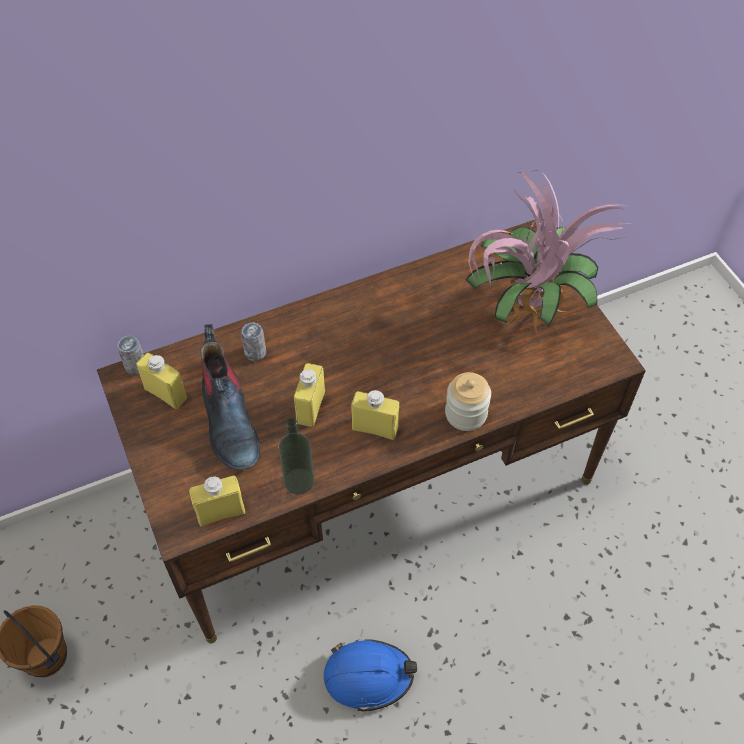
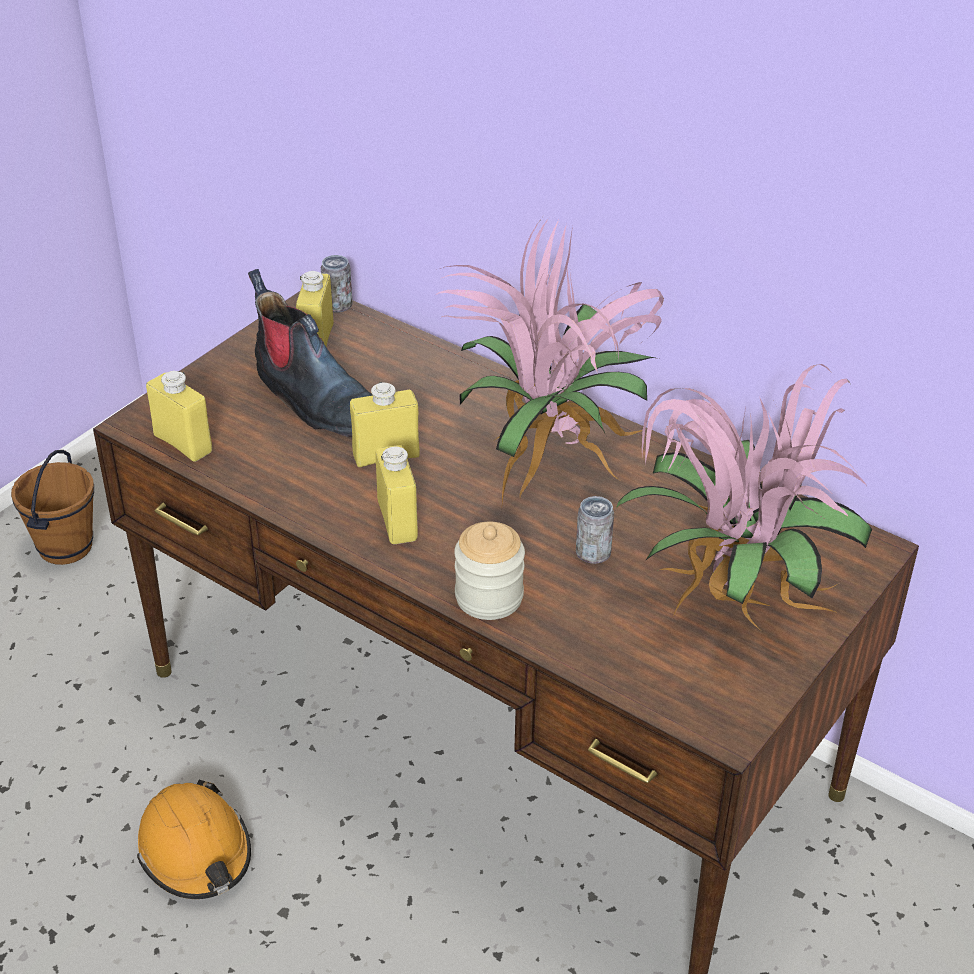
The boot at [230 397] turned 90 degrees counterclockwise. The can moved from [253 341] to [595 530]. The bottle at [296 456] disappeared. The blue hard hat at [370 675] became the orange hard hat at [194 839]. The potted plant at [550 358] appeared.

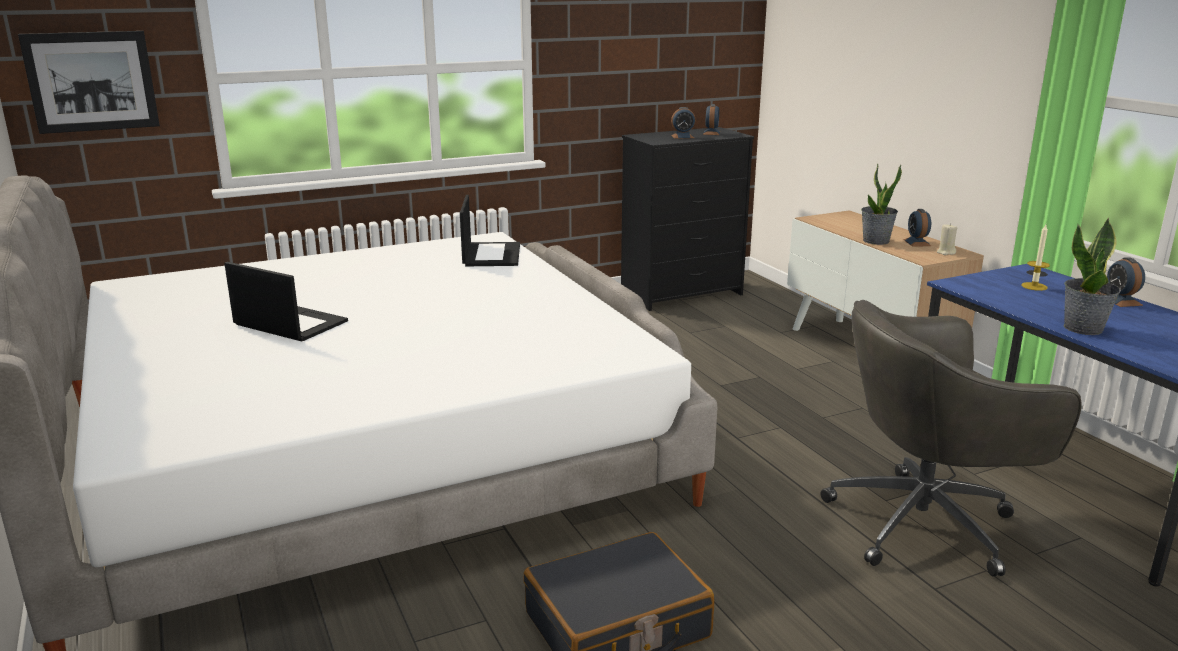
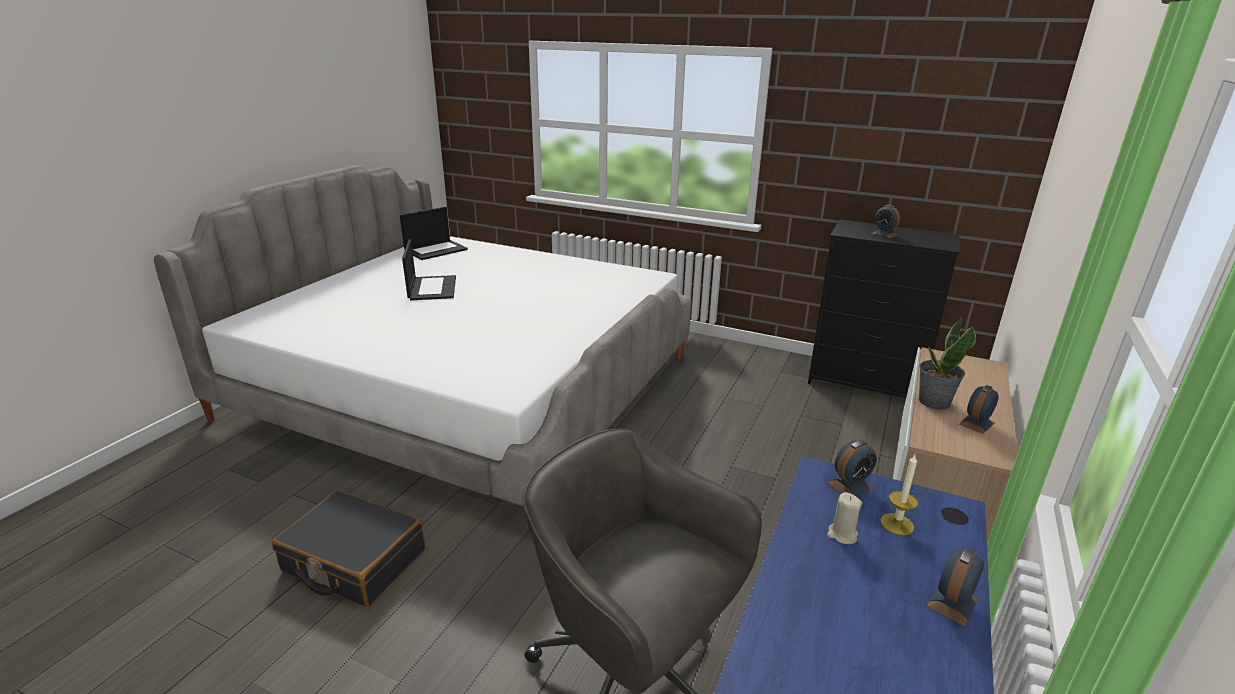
The picture at [89 82] disappeared. The laptop moved from [490 230] to [434 233]. The alarm clock moved from [711 119] to [852 468]. The beige candle moved from [947 239] to [844 518]. The potted plant at [1092 276] disappeared.

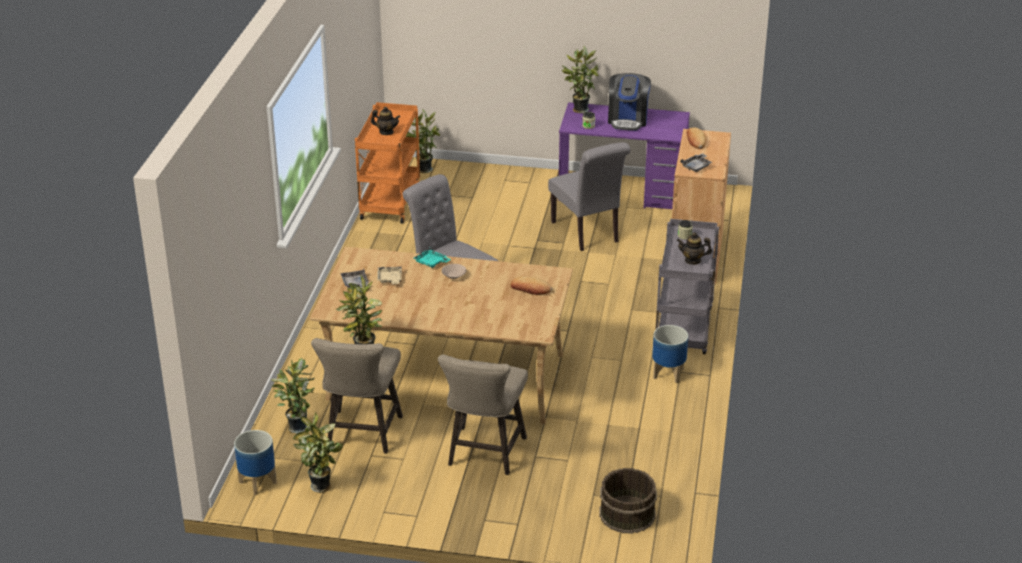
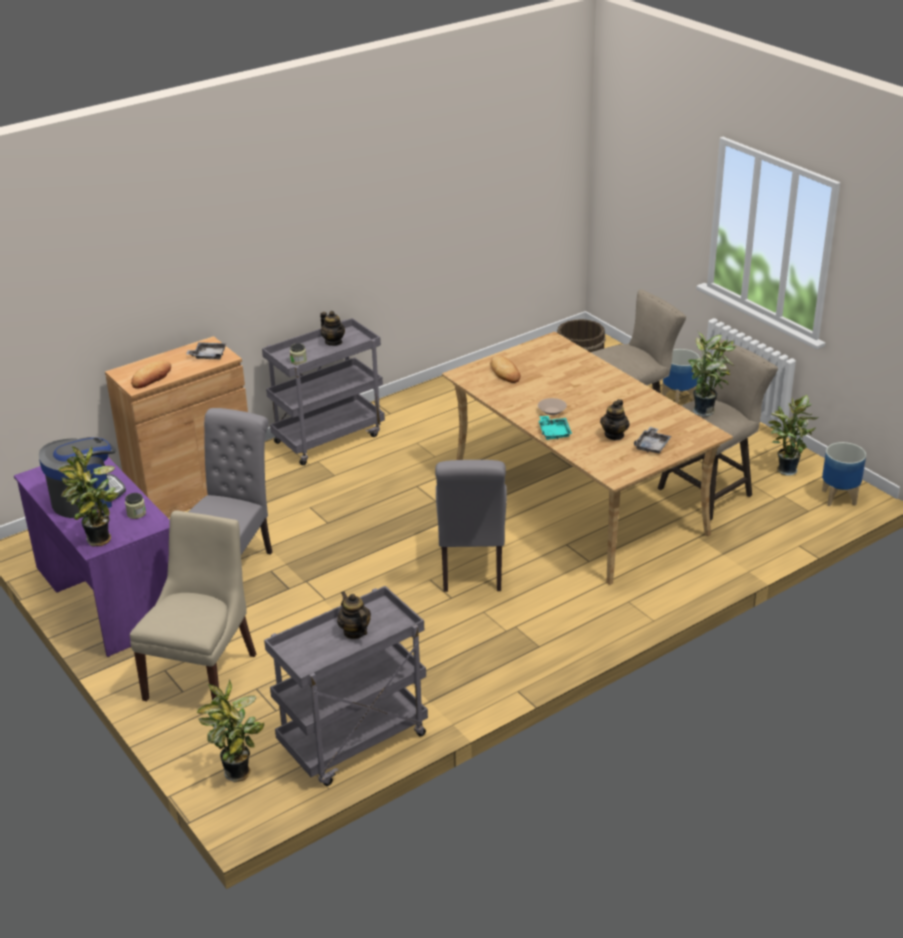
The potted plant at [293 395] disappeared. The orange cart at [387 163] became the grey cart at [346 686]. The beige tray at [389 274] was replaced by the teapot at [615 419]. The planter moved from [670 354] to [681 376]. The beige chair at [193 605] appeared.

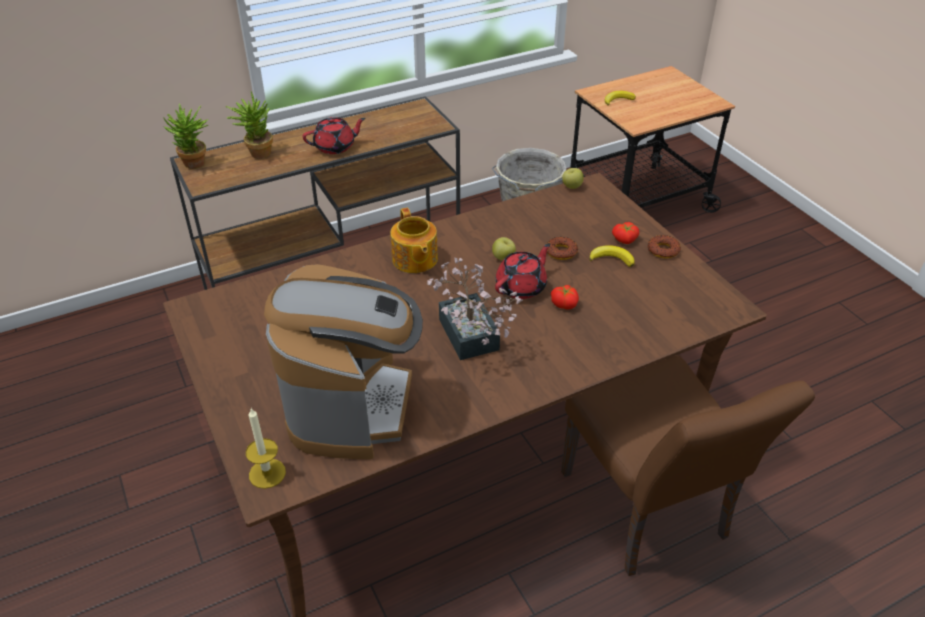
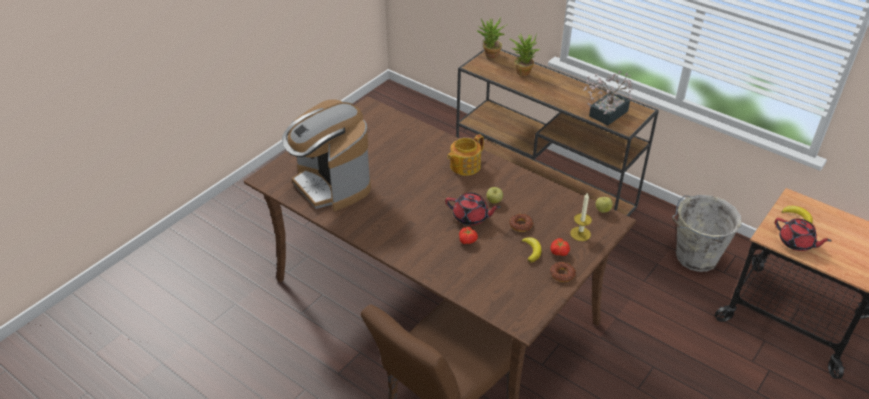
The candle moved from [266 448] to [581 216]. The coffee machine at [343 361] turned 75 degrees clockwise. The red teapot moved from [334 135] to [803 234]. The potted plant moved from [475 308] to [608 98].

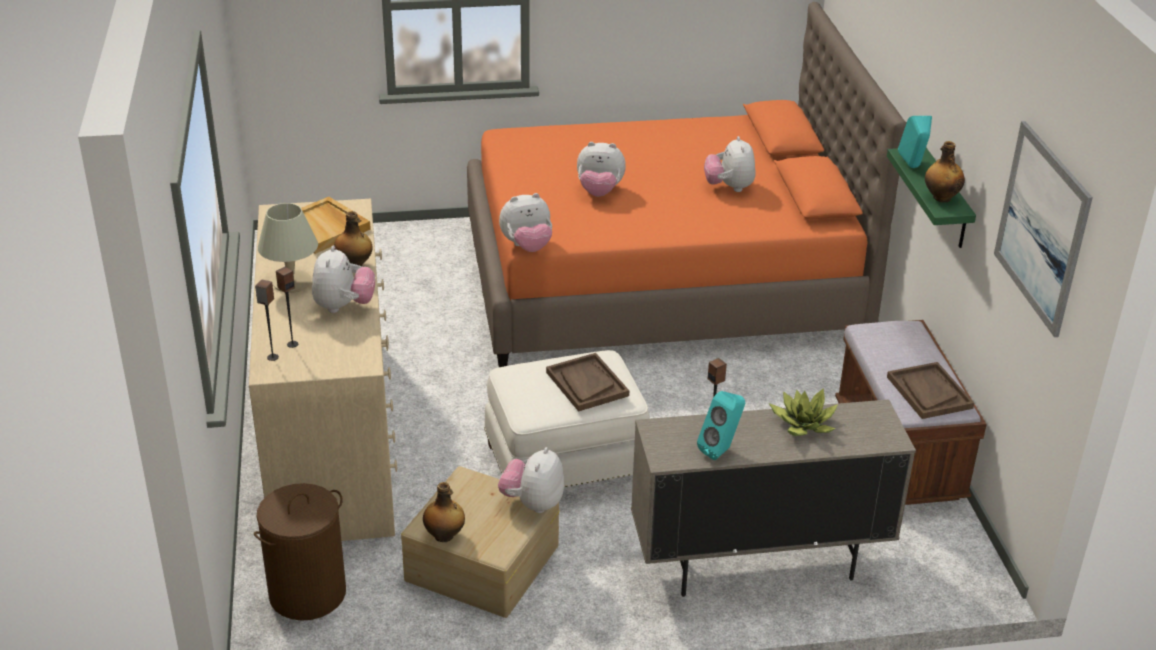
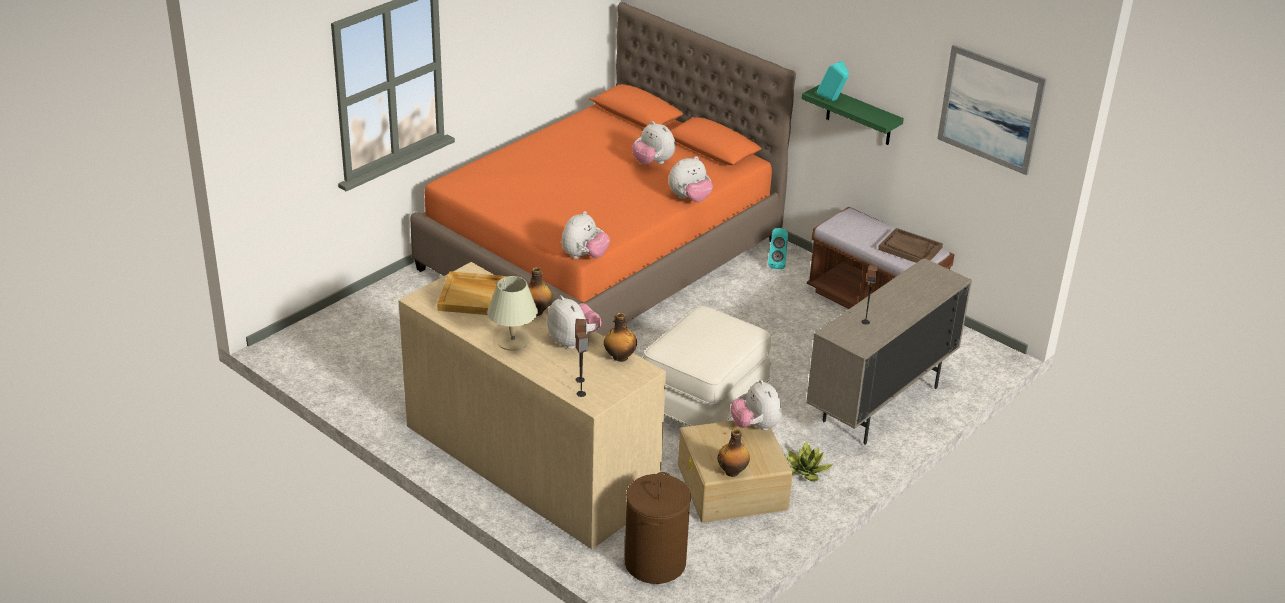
The brown tray at [587 382] disappeared. The plush toy moved from [601 169] to [691 179]. The turquoise speaker moved from [721 425] to [778 248]. The potted plant moved from [803 412] to [810 461]. The bottle moved from [945 172] to [620 337].

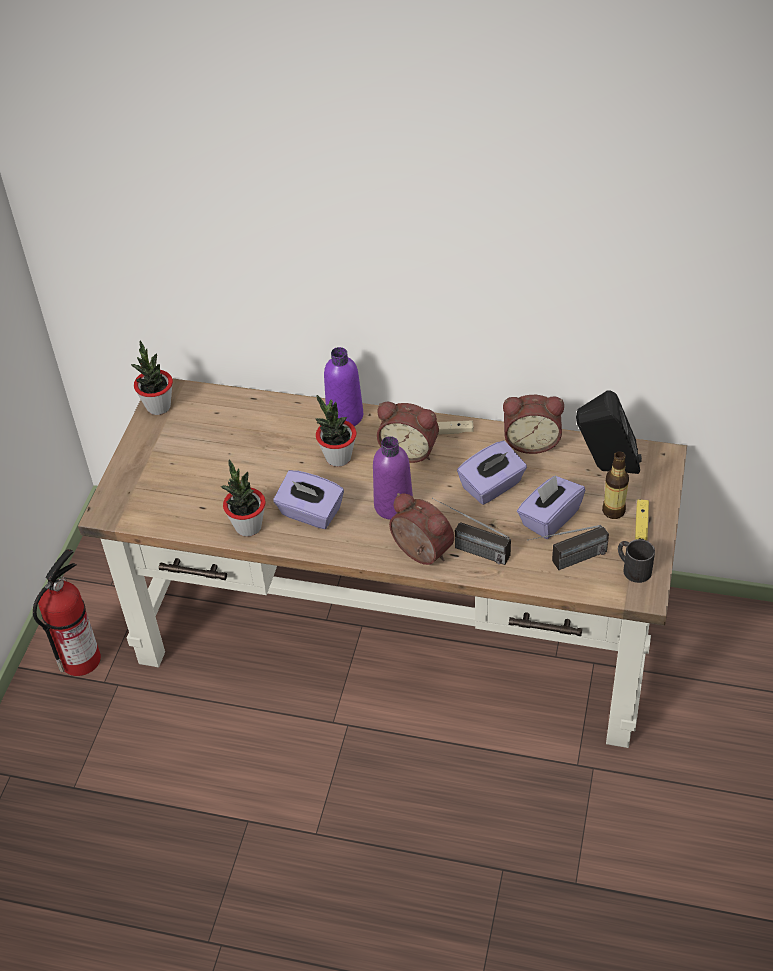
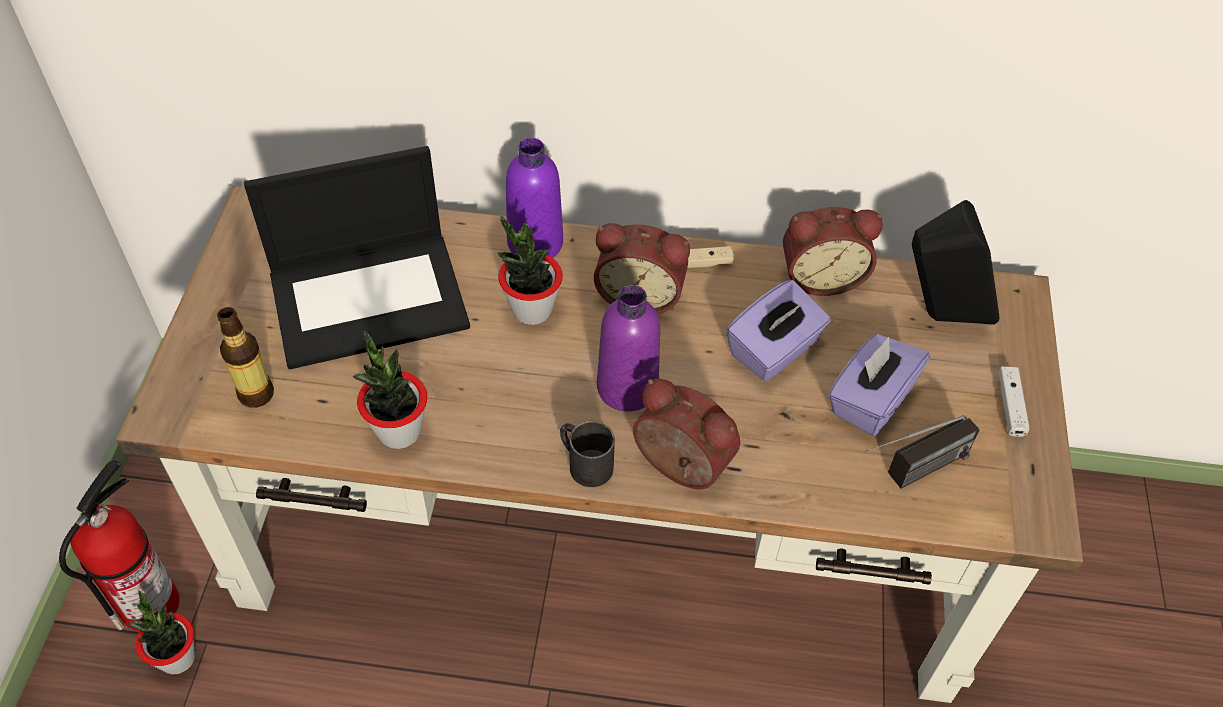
The potted plant moved from [152 377] to [161 632]. The purple tissue box at [308 499] disappeared. The radio at [471 531] disappeared. The bottle moved from [615 485] to [245 357]. The black mug moved from [636 561] to [587 454]. The yellow game controller at [642 520] became the white game controller at [1014 401]. The laptop at [357 257] appeared.

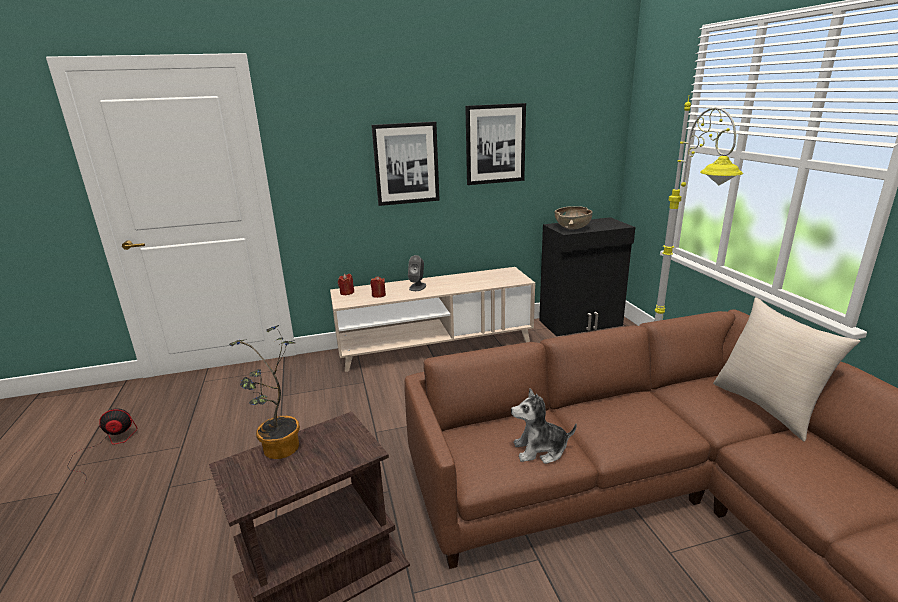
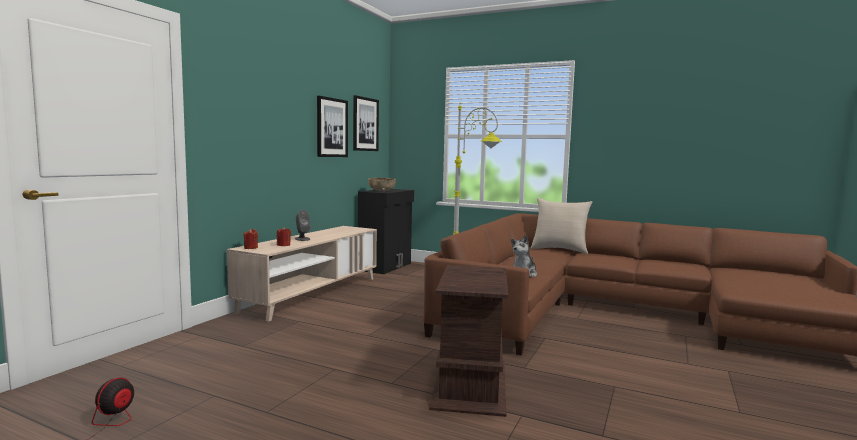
The potted plant at [264 392] disappeared. The picture moved from [405 164] to [366 123].

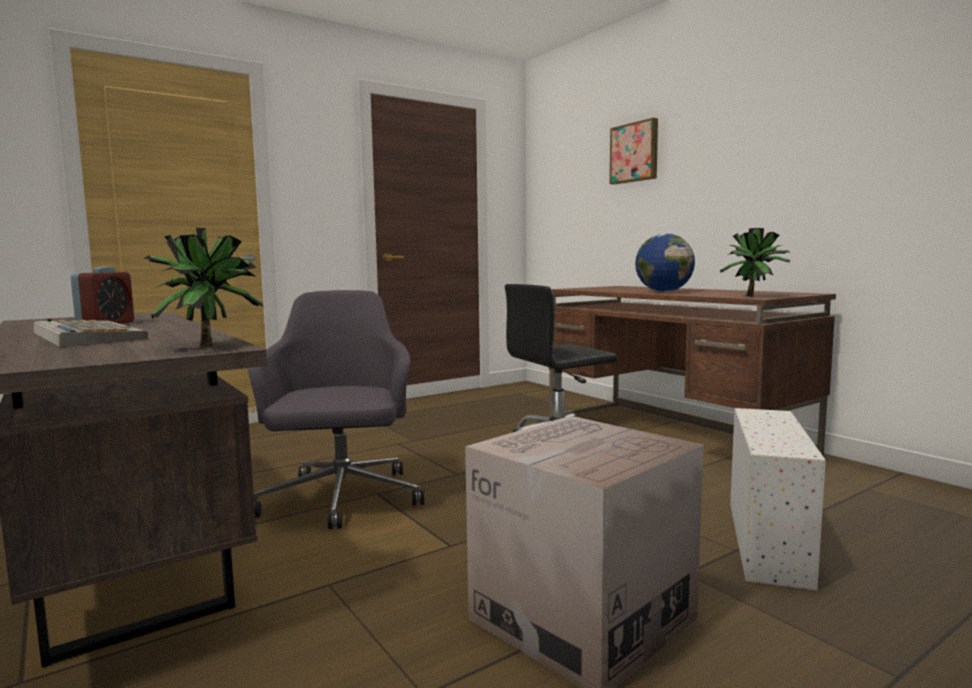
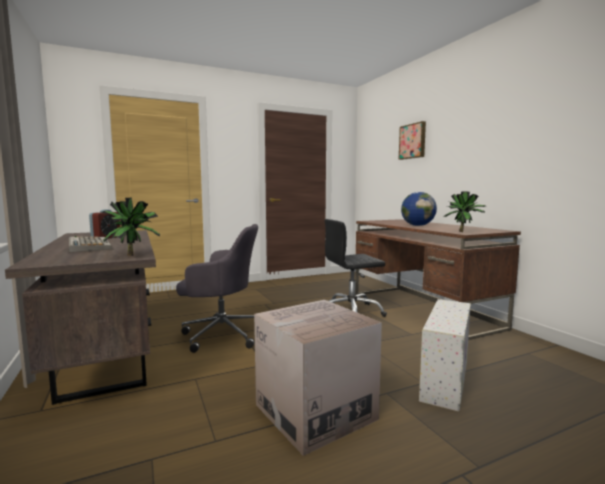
The grey office chair at [336 409] turned 90 degrees clockwise.

